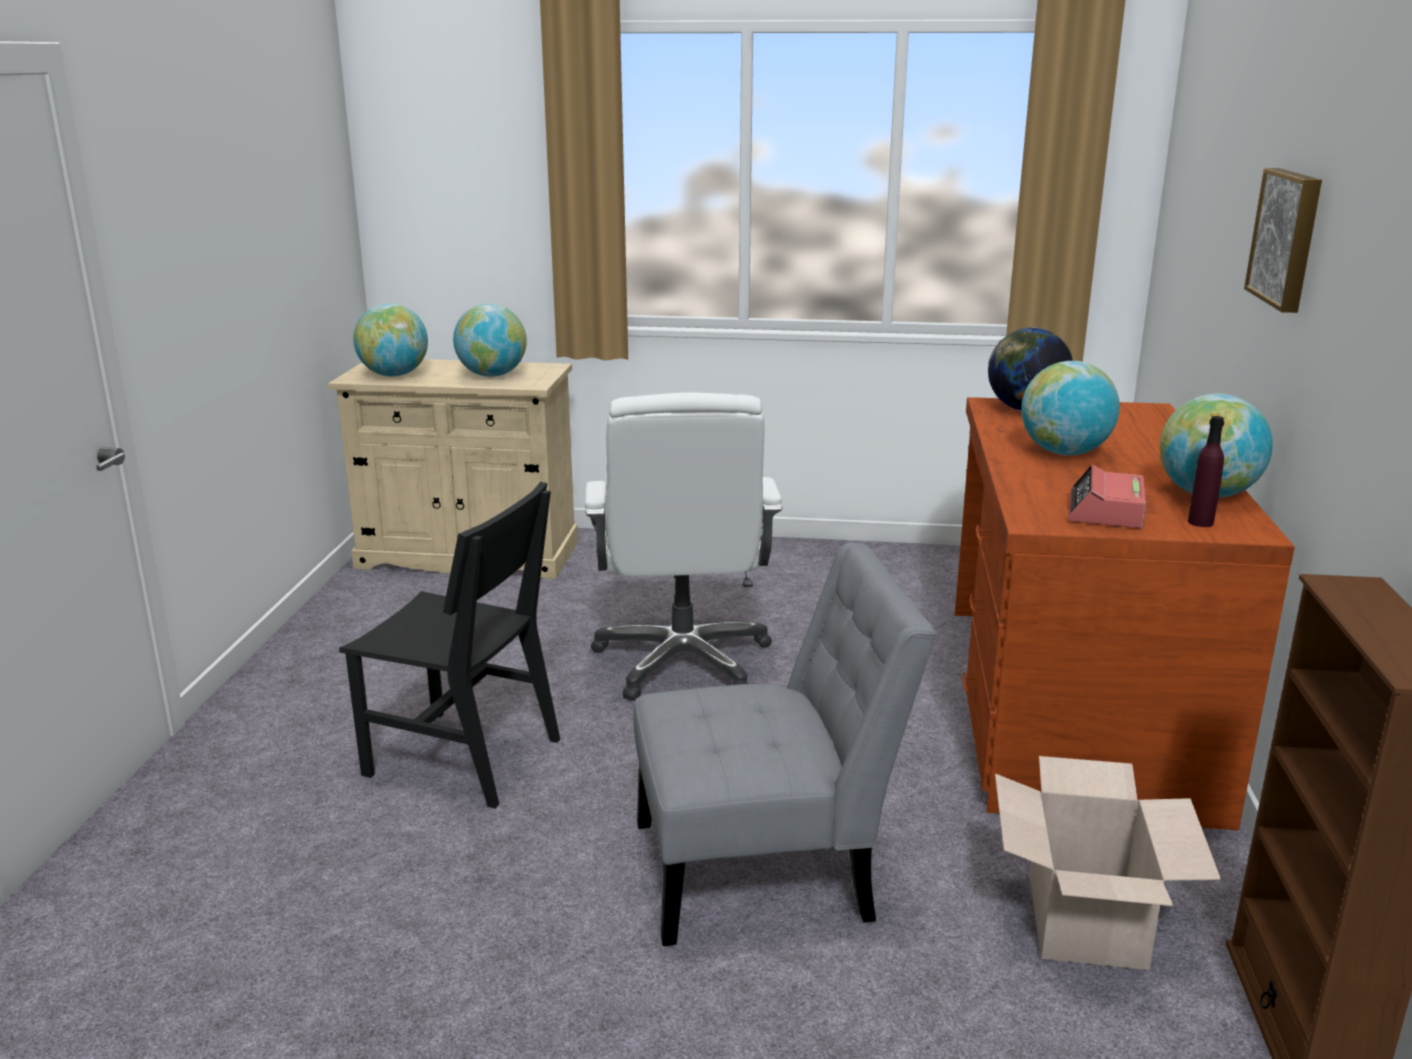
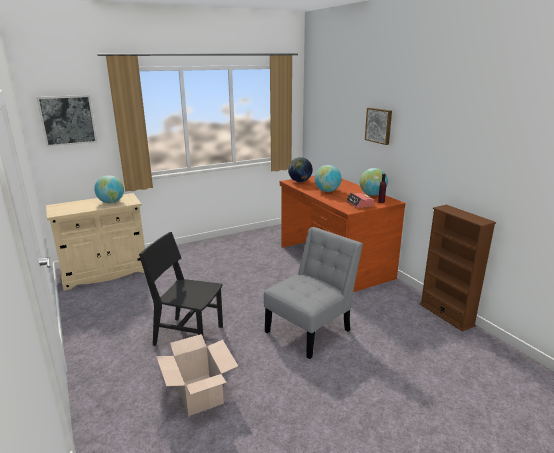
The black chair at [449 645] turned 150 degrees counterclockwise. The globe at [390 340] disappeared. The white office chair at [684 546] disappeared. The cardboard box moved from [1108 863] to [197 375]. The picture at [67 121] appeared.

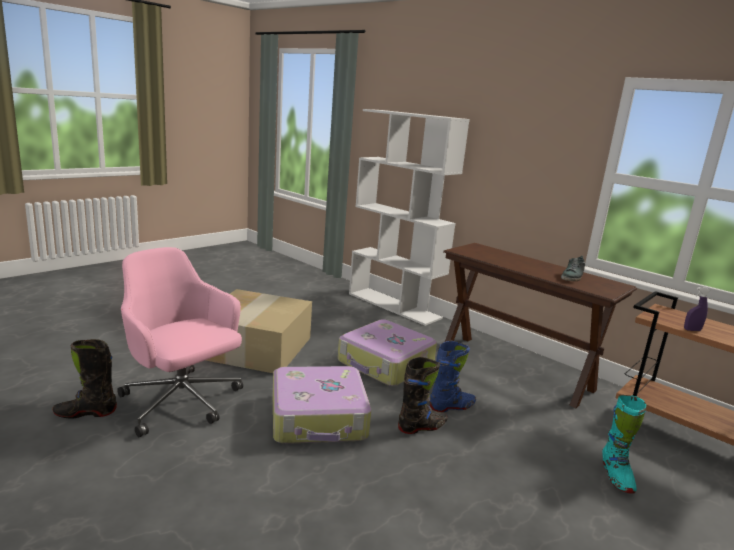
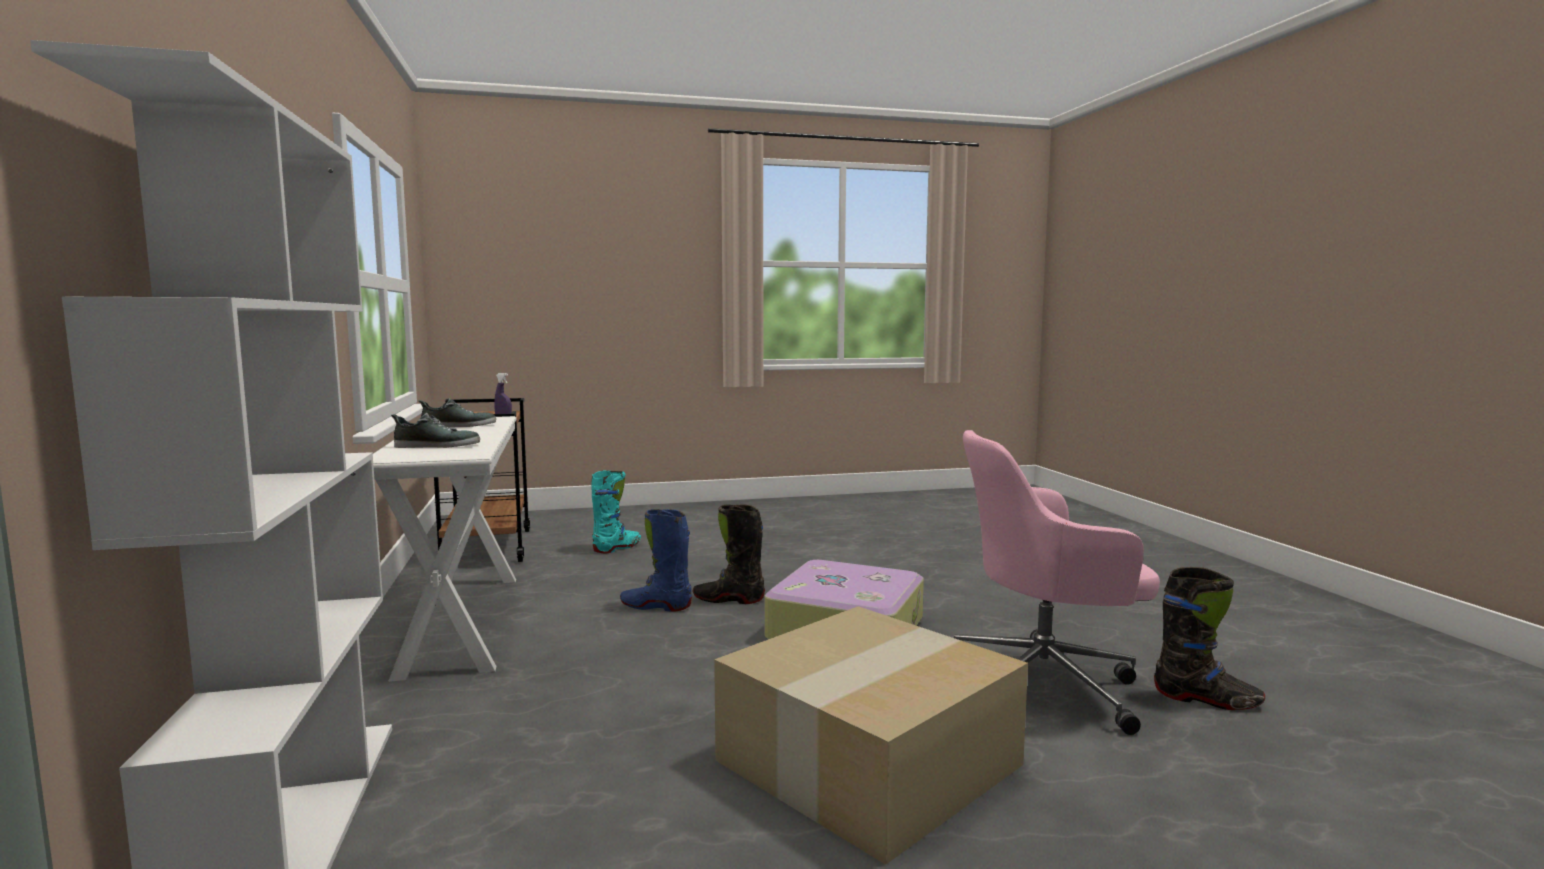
The pink office chair at [180 342] turned 105 degrees clockwise. The suitcase at [387 352] disappeared. The brown console table at [540 325] became the white console table at [445 549]. The shoe at [435 430] appeared.

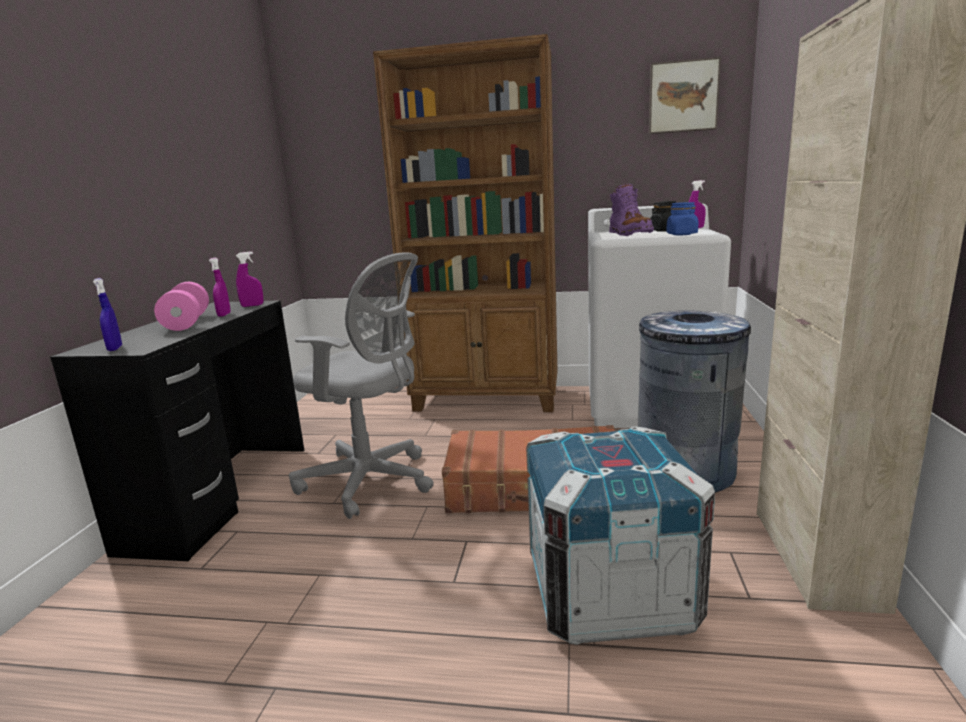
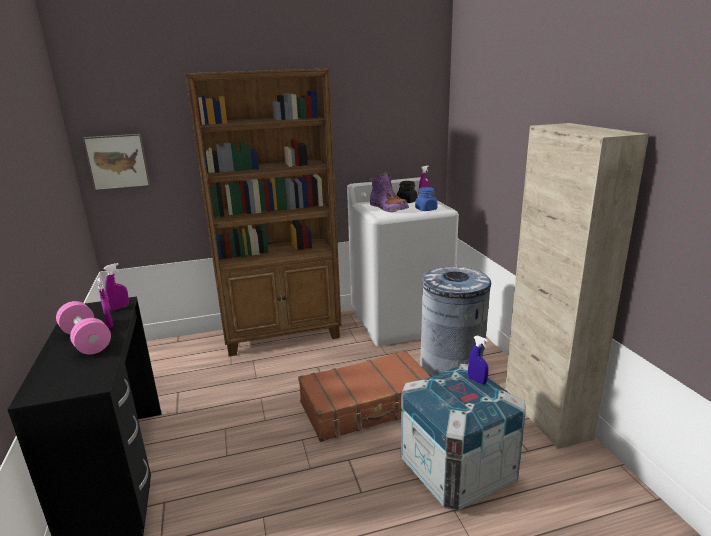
The blue spray bottle moved from [107 314] to [478 359]. The grey office chair at [361 385] disappeared. The picture moved from [685 95] to [116 162].

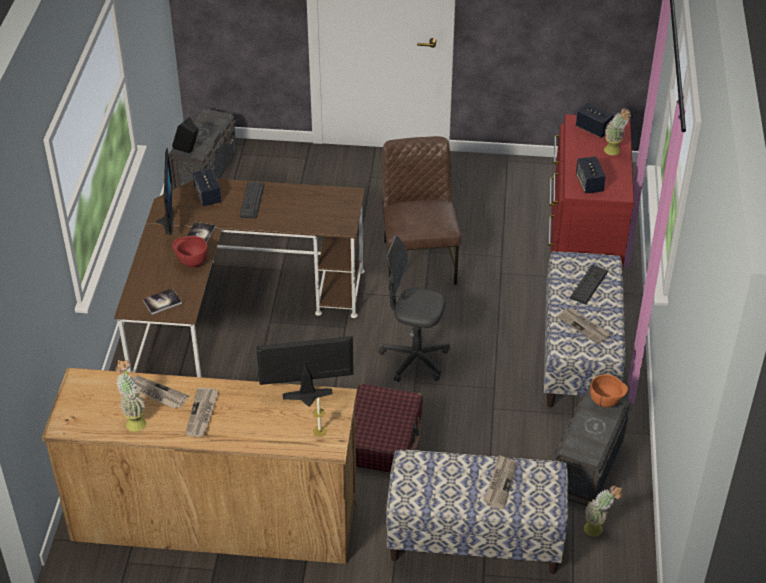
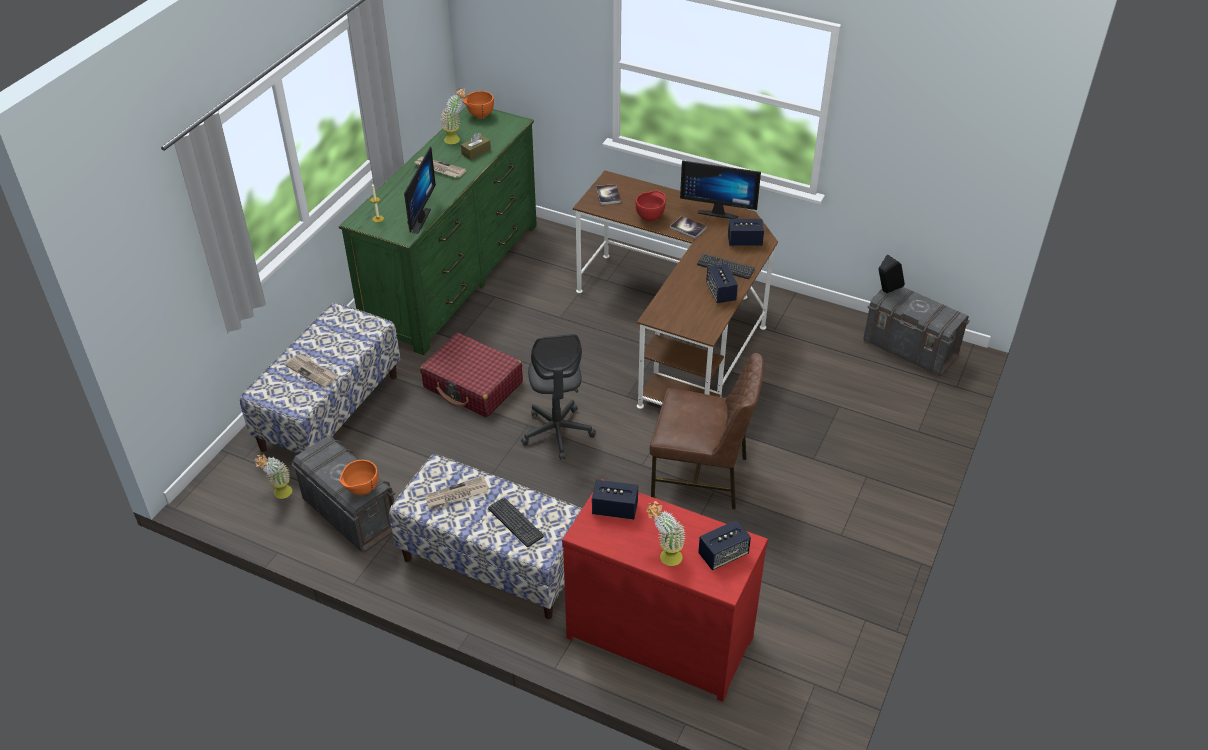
The brown dresser at [199 466] became the green dresser at [438 230]. The newspaper at [160 392] was replaced by the brown tissue box at [476 146]. The grey office chair at [414 309] turned 135 degrees clockwise. The orange bowl at [478 105] appeared. The speaker at [722 283] appeared.

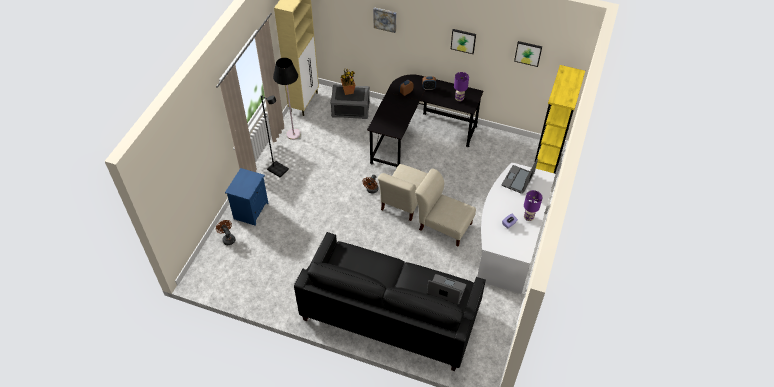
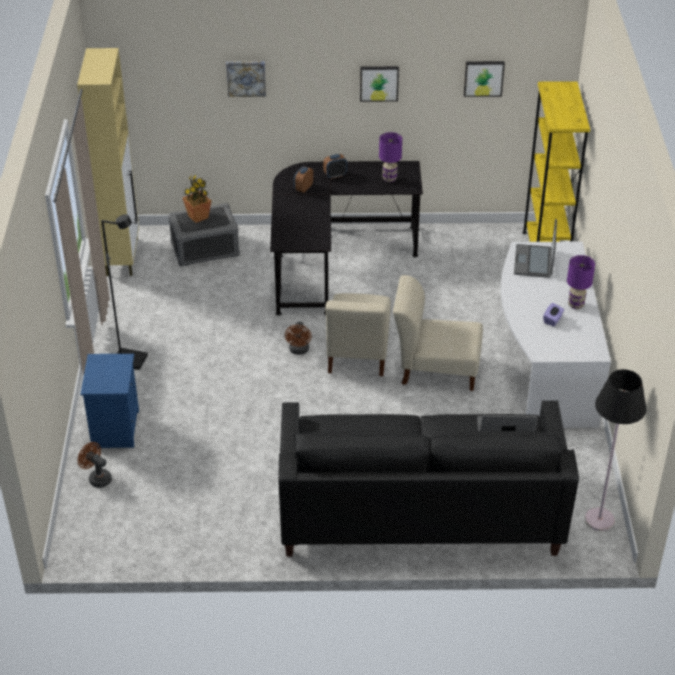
The black floor lamp moved from [287 99] to [615 450].

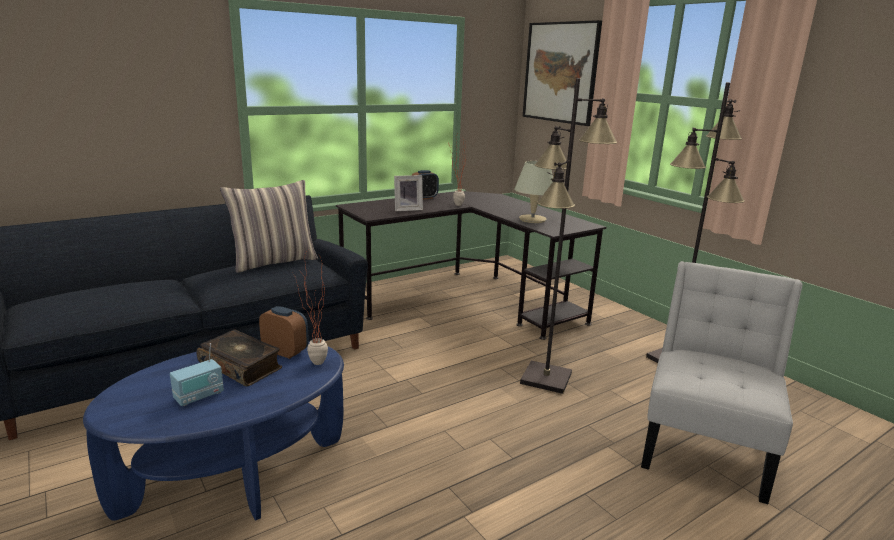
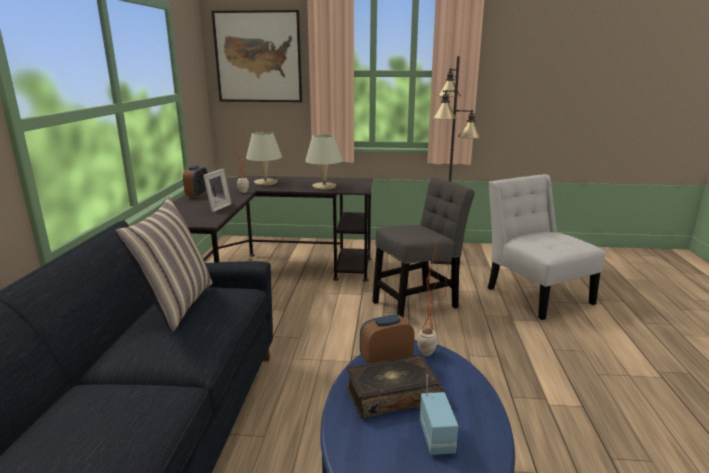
The black floor lamp at [569 236] was replaced by the grey chair at [423 247]. The beige table lamp at [264 159] appeared.

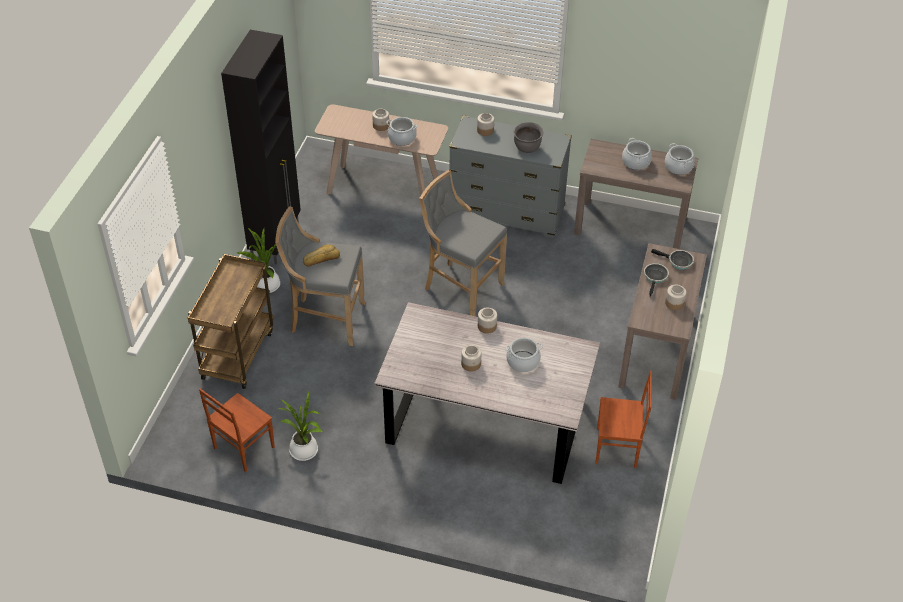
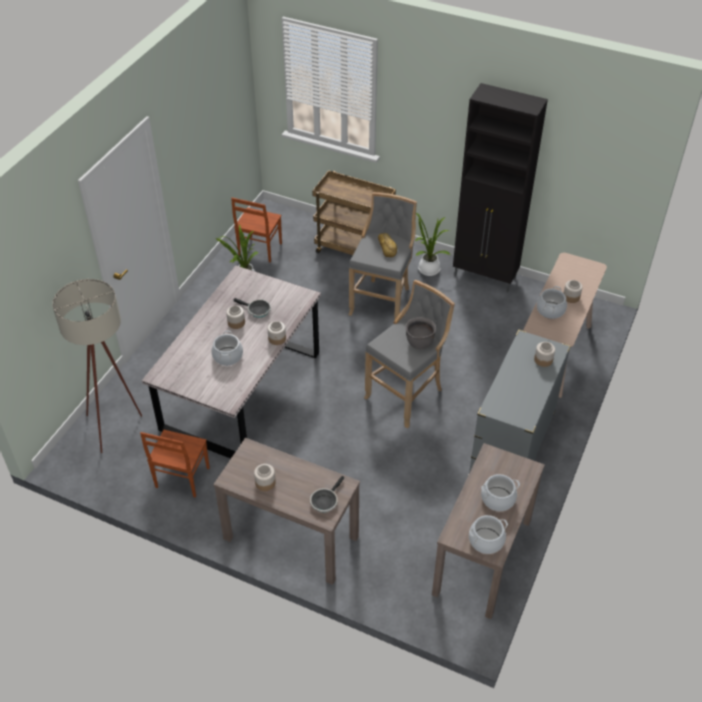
The brown chair at [237 430] turned 120 degrees counterclockwise. The grey cooking pot moved from [529 137] to [420 333]. The frying pan moved from [656 280] to [252 308]. The beige floor lamp at [97 366] appeared.

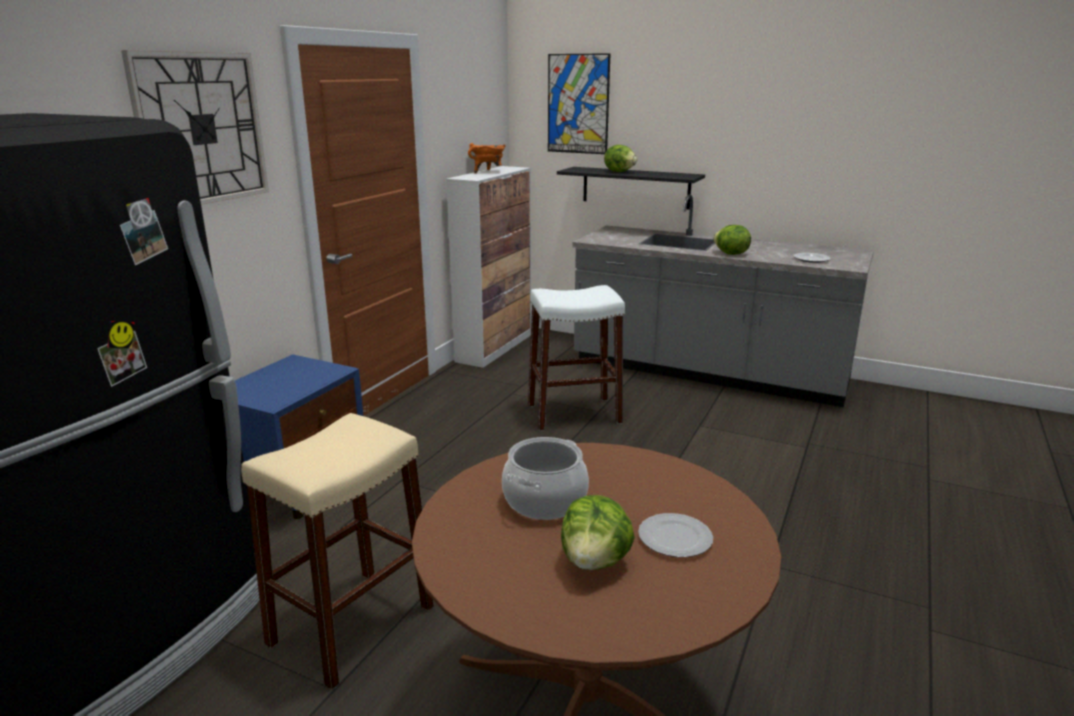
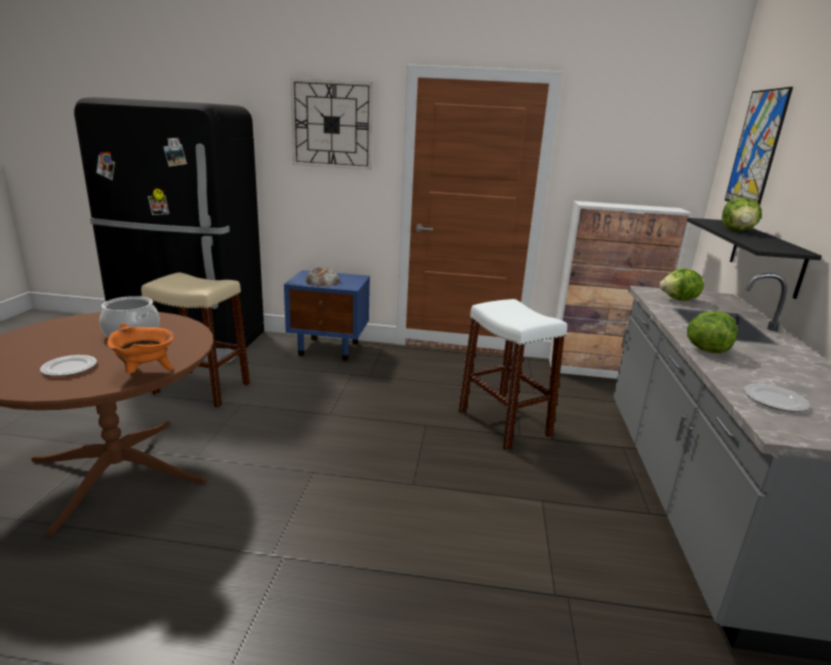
The orange cooking pot moved from [487 158] to [141 348]. The lettuce moved from [598 532] to [682 285]. The bread at [323 277] appeared.

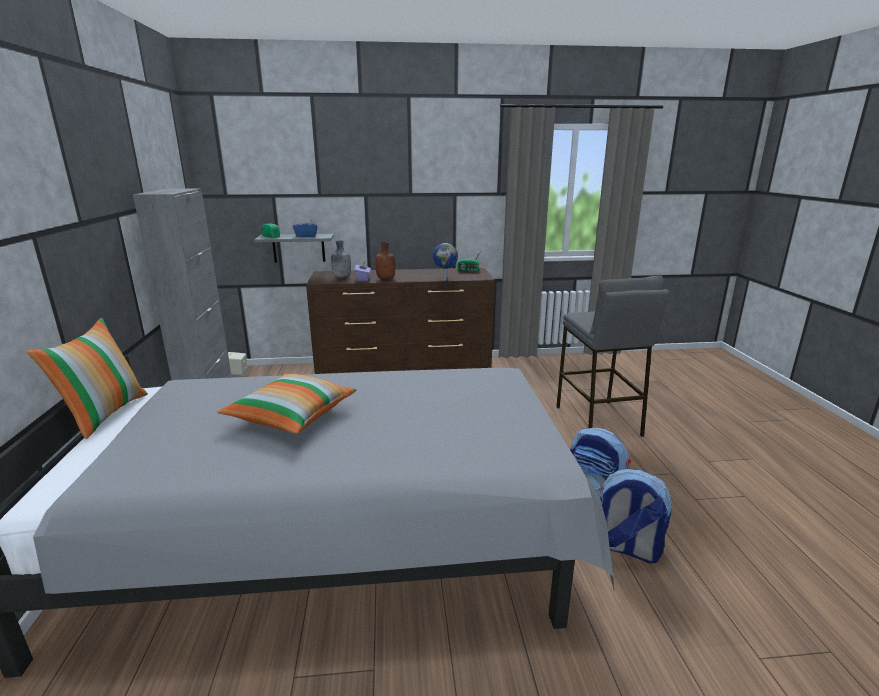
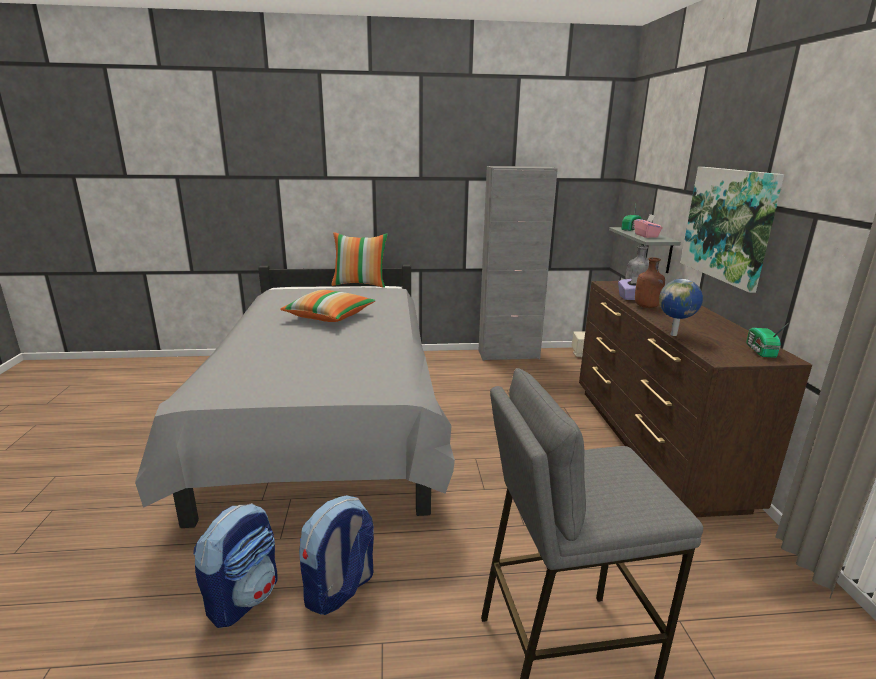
The blue tissue box at [305 227] became the pink tissue box at [648 226]. The picture at [732 230] appeared.

